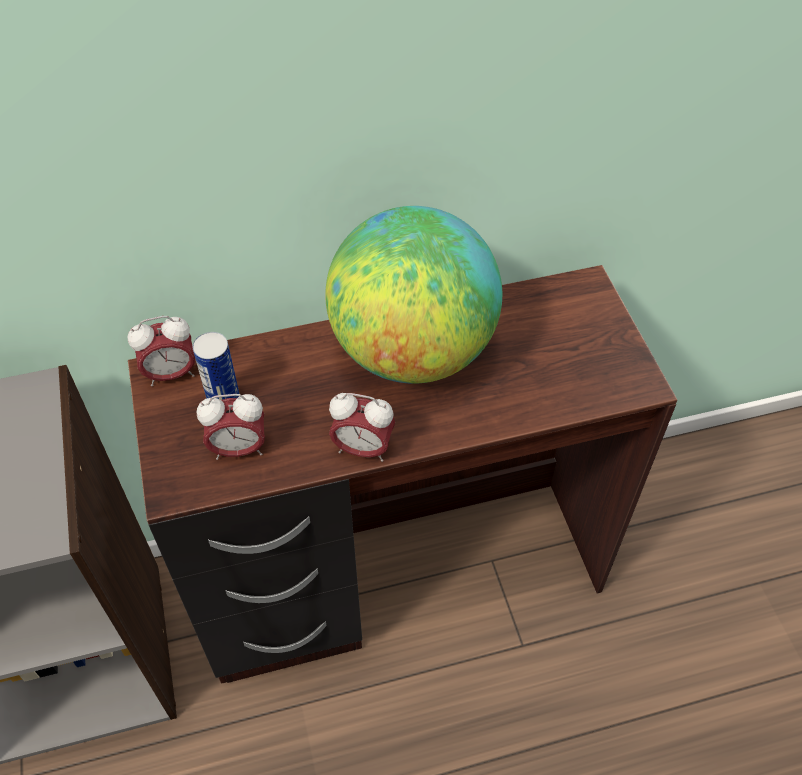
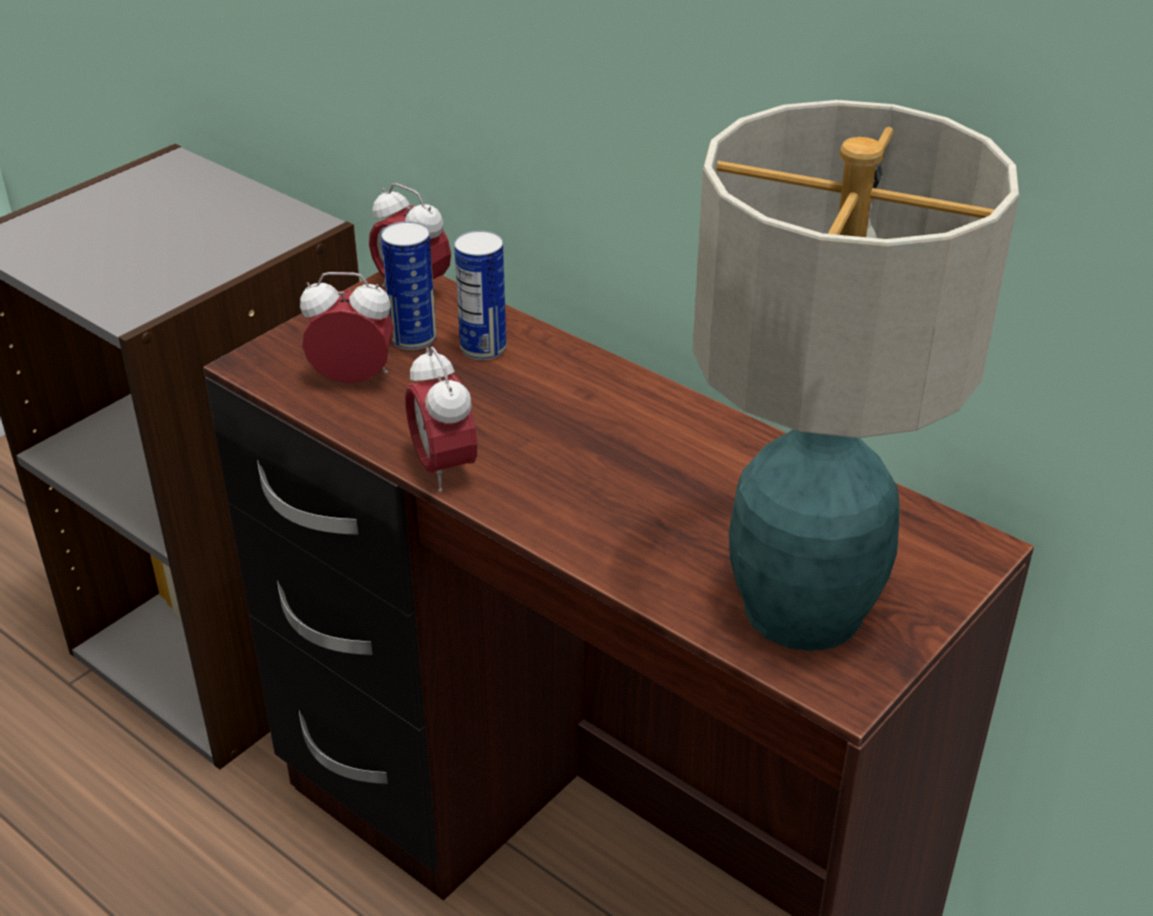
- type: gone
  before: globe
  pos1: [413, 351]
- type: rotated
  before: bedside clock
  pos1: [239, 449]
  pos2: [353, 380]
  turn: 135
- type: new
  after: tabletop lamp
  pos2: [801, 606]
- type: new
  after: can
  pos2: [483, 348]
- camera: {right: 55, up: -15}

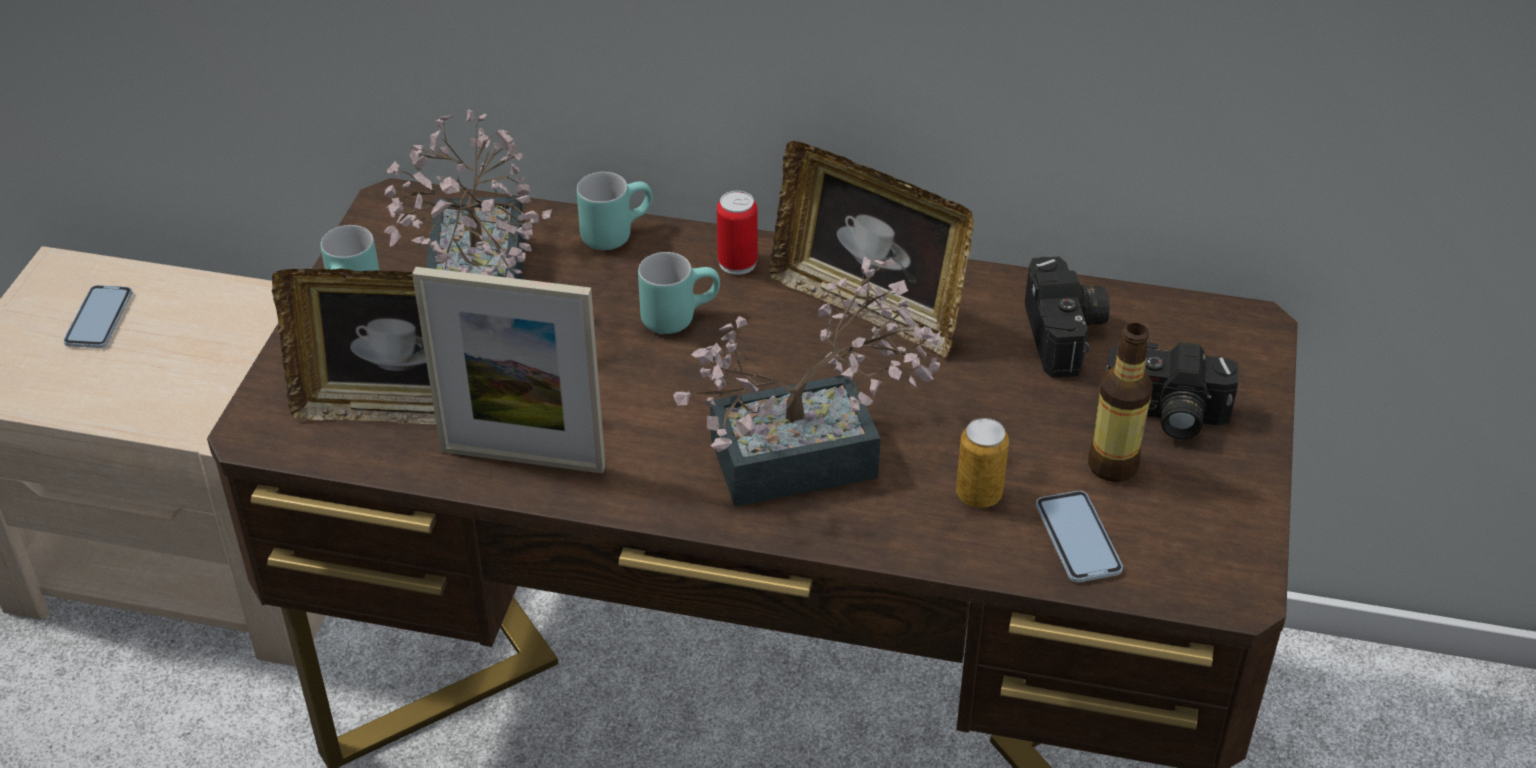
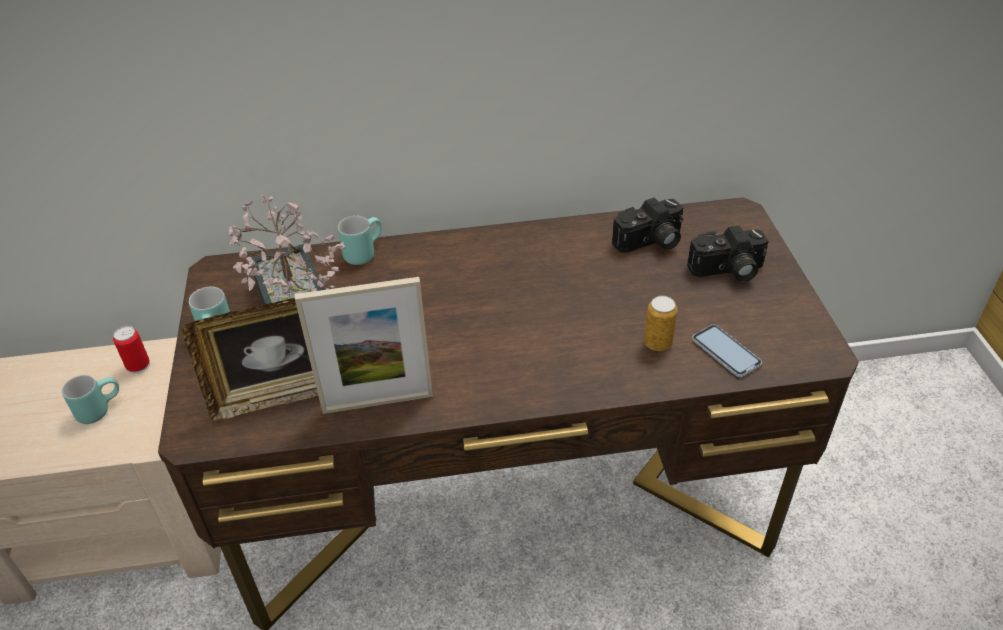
- type: gone
  before: photo frame
  pos1: [868, 306]
- type: shifted
  before: can
  pos1: [737, 262]
  pos2: [138, 366]
- type: shifted
  before: turquoise coffee mug
  pos1: [678, 315]
  pos2: [99, 408]
- type: rotated
  before: photo camera
  pos1: [1067, 335]
  pos2: [650, 242]
  turn: 90
- type: gone
  before: houseplant
  pos1: [814, 456]
- type: gone
  before: phone
  pos1: [99, 318]
- type: gone
  before: drink bottle
  pos1: [1112, 465]
- camera: {right: -20, up: 0}

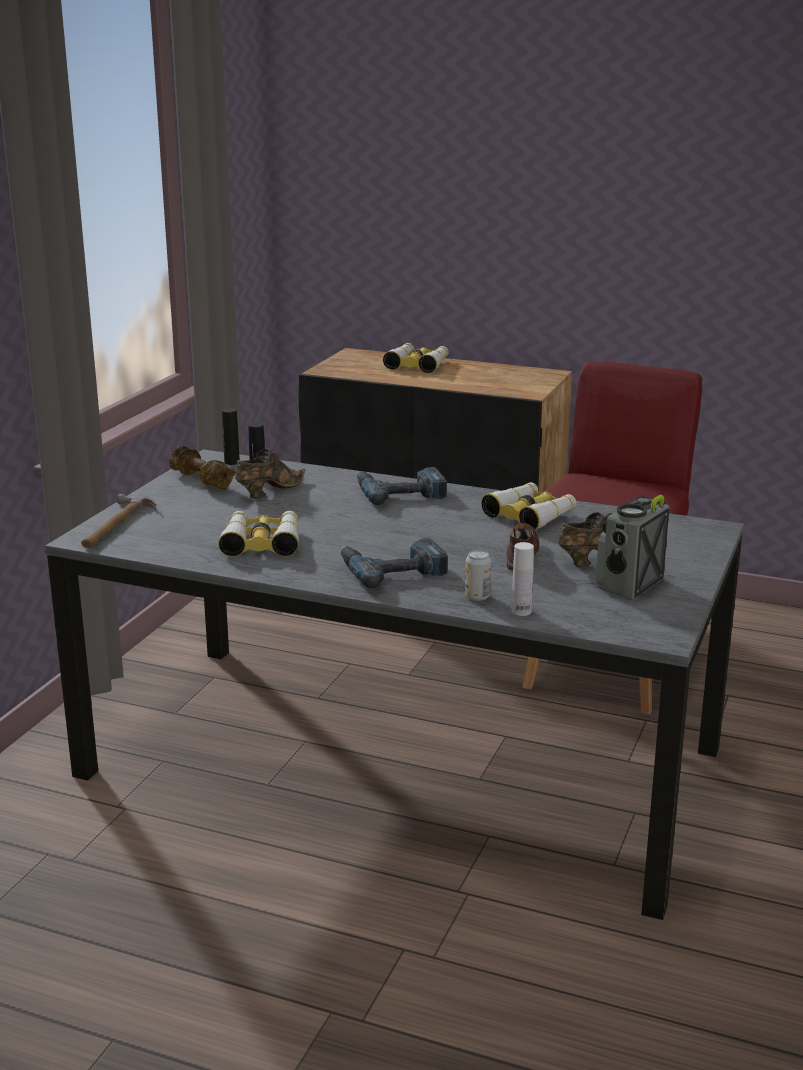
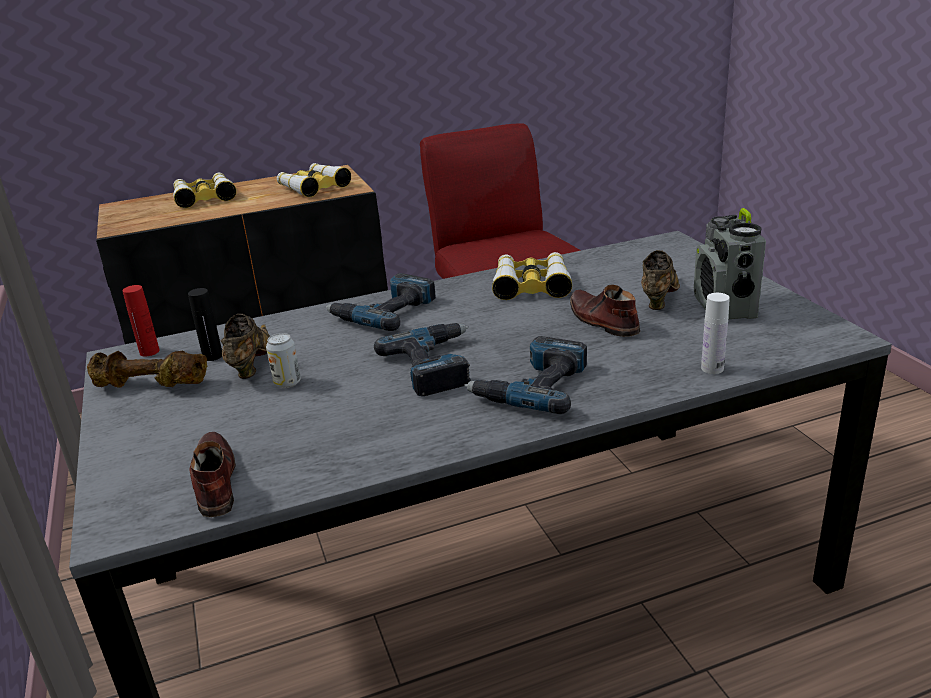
- type: repainted
  before: blackish drink bottle
  after: red-coloured drink bottle
  pos1: [232, 462]
  pos2: [149, 352]
- type: gone
  before: hand hammer
  pos1: [116, 525]
- type: shifted
  before: pair of binoculars
  pos1: [262, 543]
  pos2: [313, 187]
- type: shifted
  before: can
  pos1: [477, 596]
  pos2: [287, 383]
- type: new
  after: electric drill
  pos2: [436, 365]
- type: new
  after: brownish low shoe
  pos2: [214, 482]
- camera: {right: -40, up: 5}

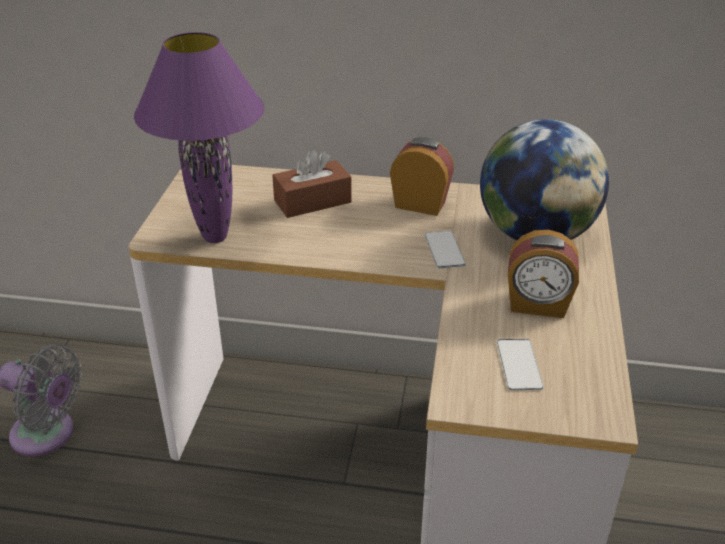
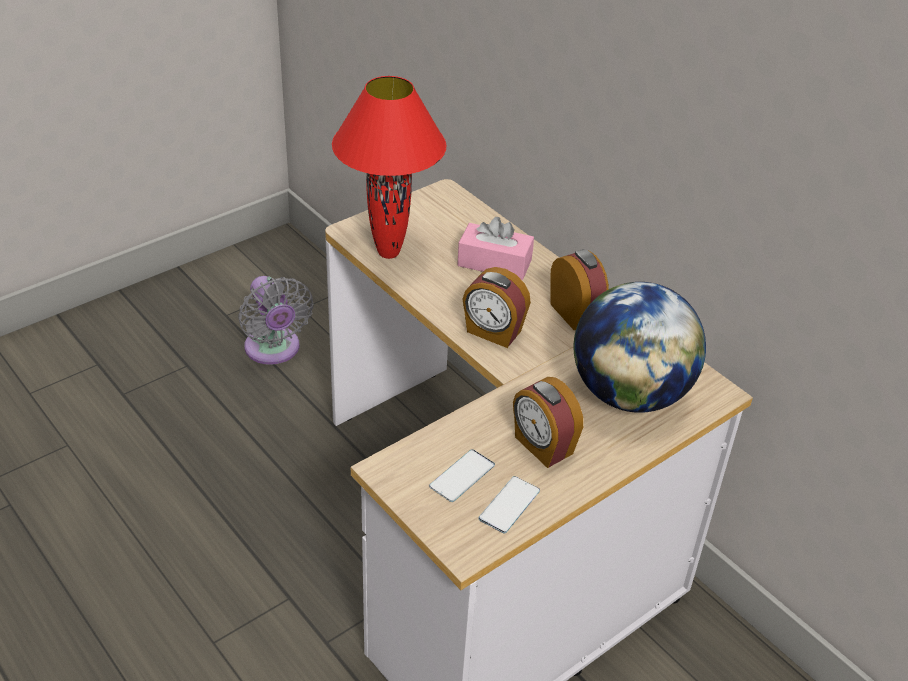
- type: repainted
  before: purple-coloured tabletop lamp
  after: red-coloured tabletop lamp
  pos1: [216, 237]
  pos2: [390, 253]
- type: repainted
  before: brownish tissue box
  after: pink-coloured tissue box
  pos1: [312, 201]
  pos2: [494, 263]
- type: shifted
  before: phone
  pos1: [444, 250]
  pos2: [509, 505]
- type: new
  after: bedside clock
  pos2: [493, 332]
- camera: {right: 40, up: 5}

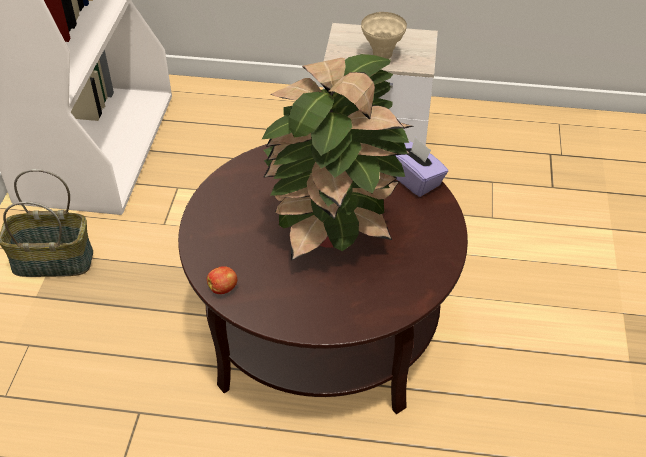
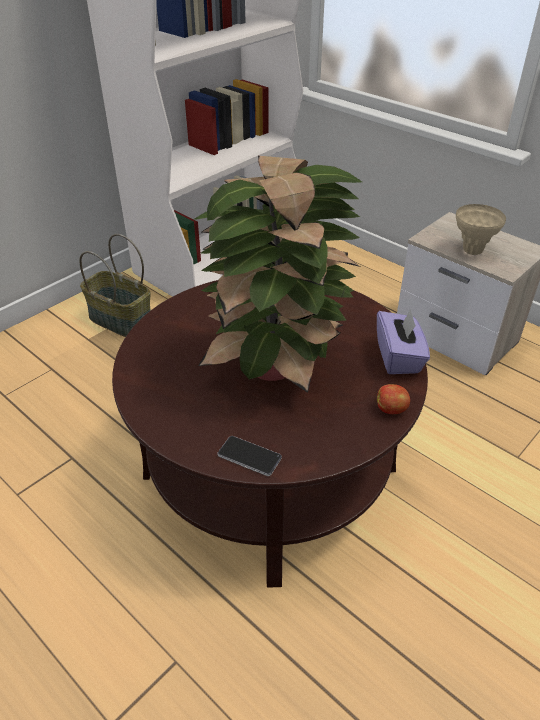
- type: shifted
  before: apple
  pos1: [223, 288]
  pos2: [391, 409]
- type: new
  after: phone
  pos2: [249, 456]
- camera: {right: 35, up: -5}

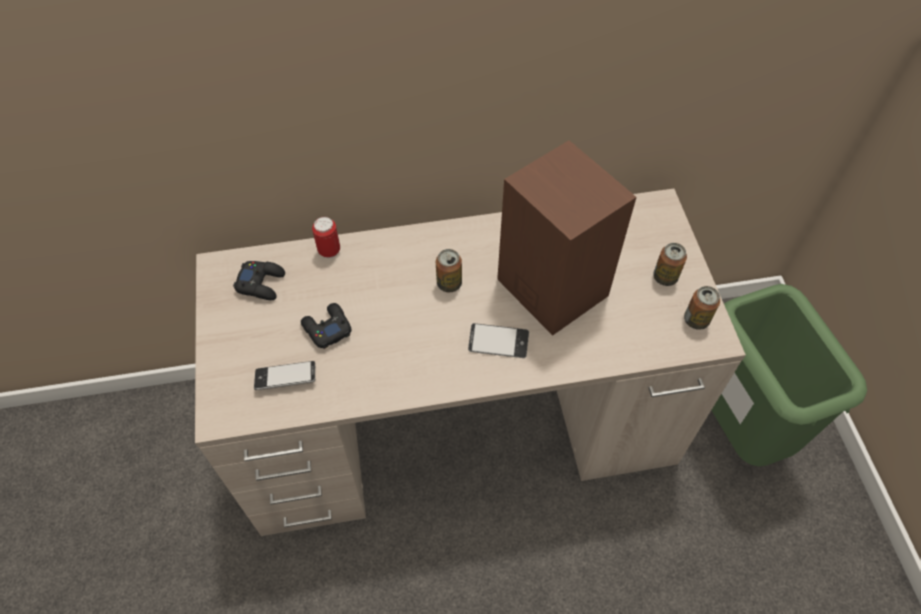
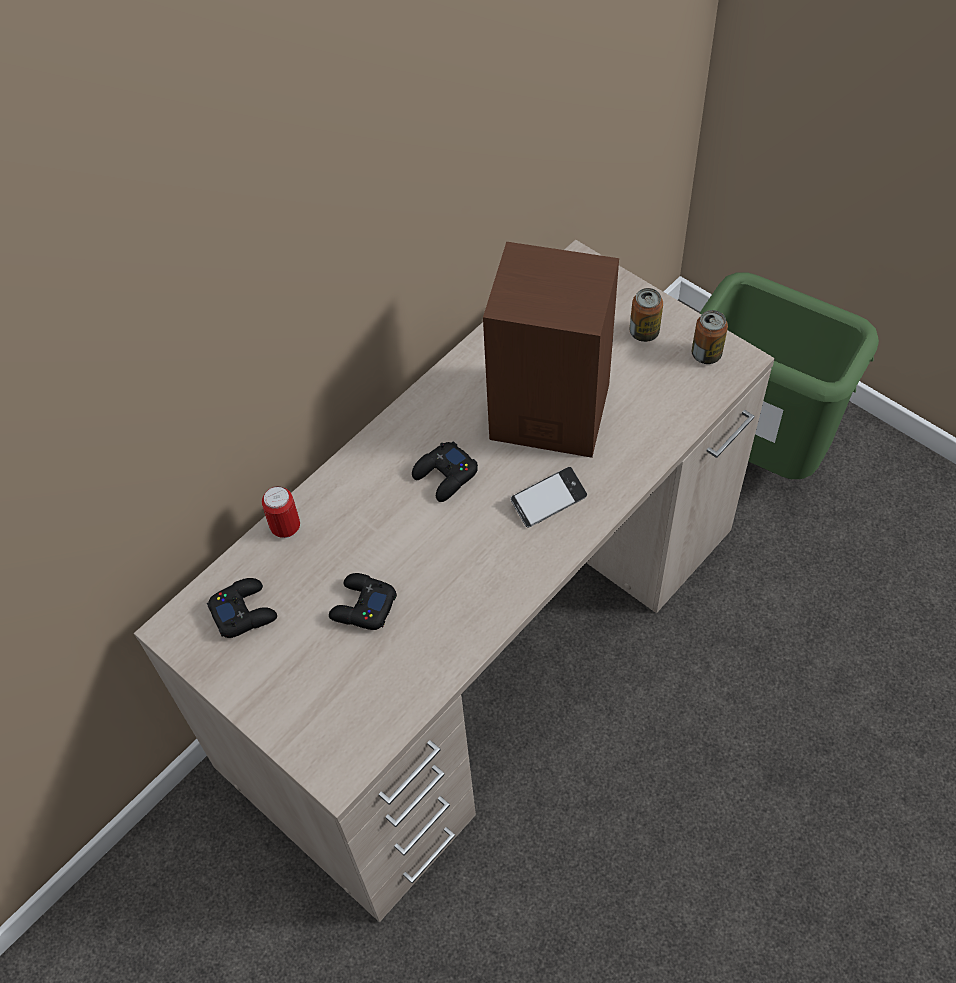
- type: swapped
  before: can
  after: blackish joypad
  pos1: [449, 283]
  pos2: [445, 476]
- type: gone
  before: phone
  pos1: [286, 378]
- camera: {right: -35, up: 0}

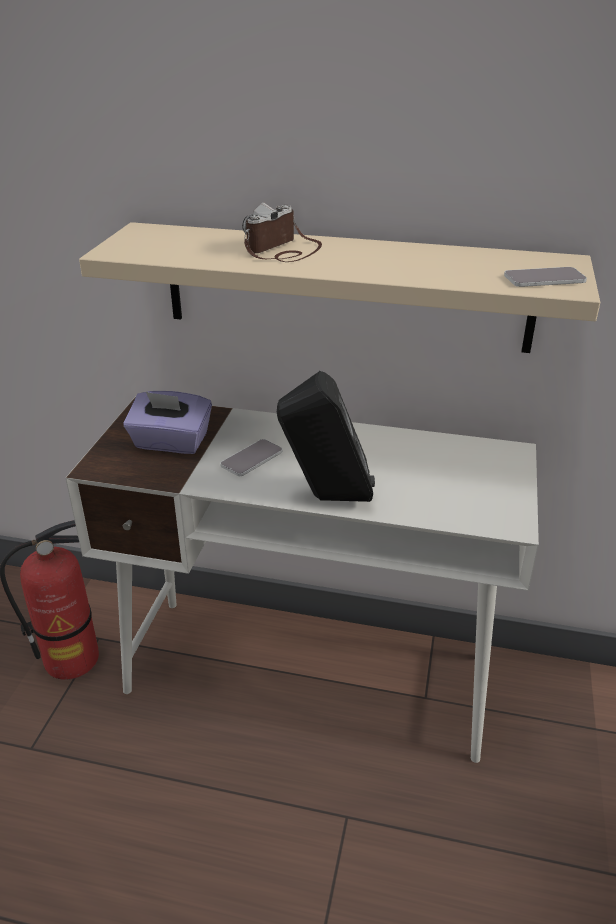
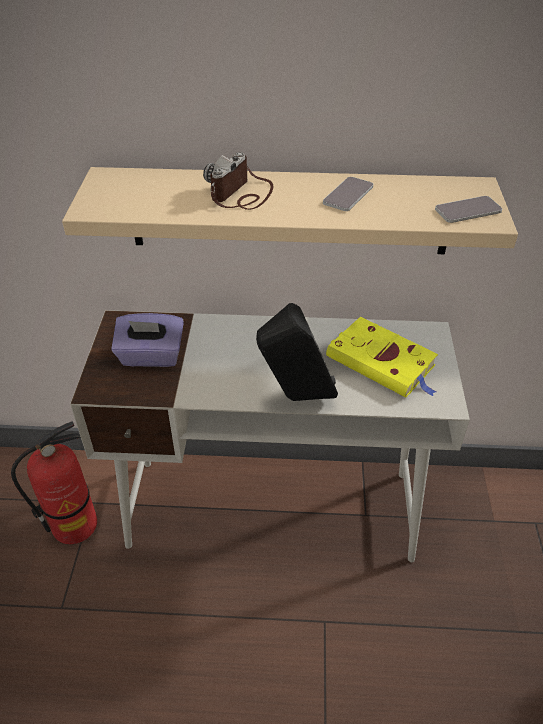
- type: shifted
  before: phone
  pos1: [252, 459]
  pos2: [348, 195]
- type: new
  after: yellow book
  pos2: [383, 363]
- camera: {right: -10, up: 10}

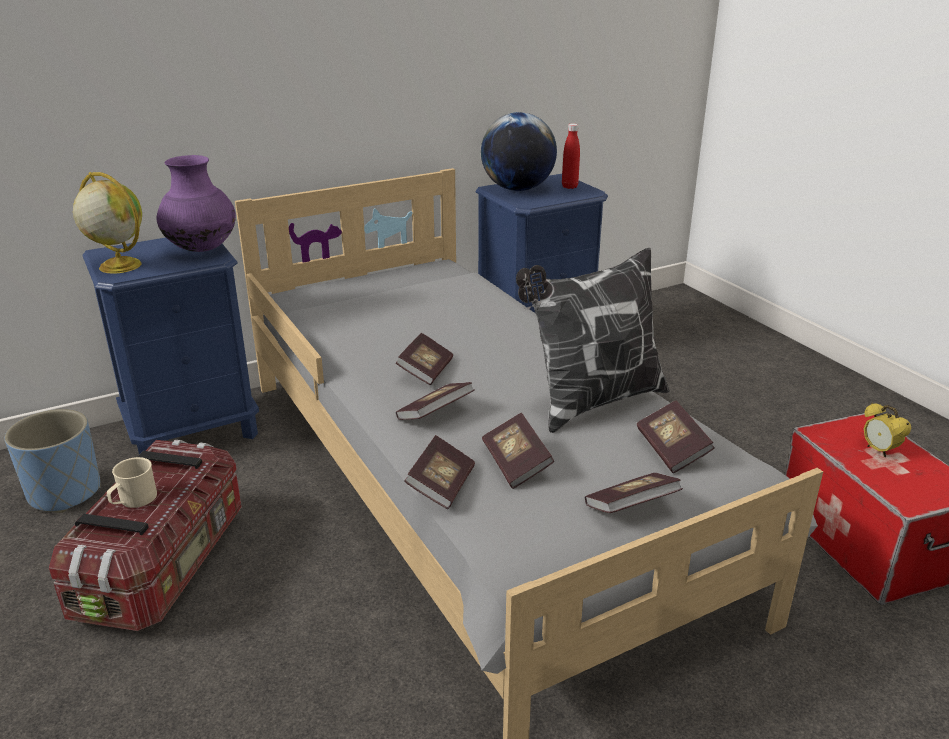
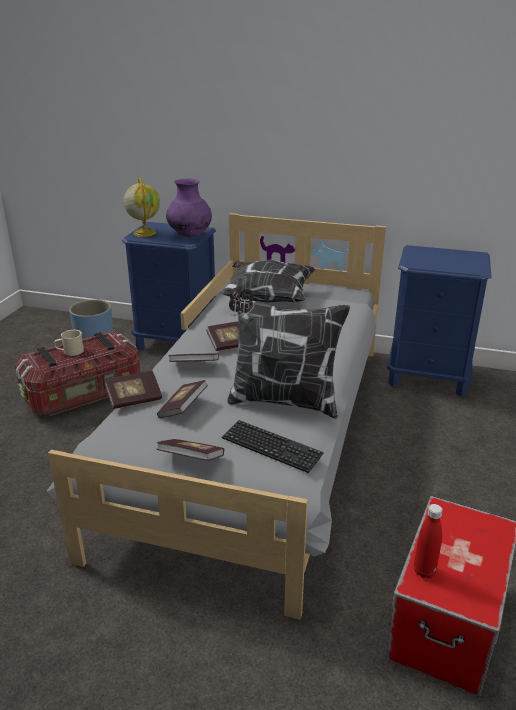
- type: gone
  before: globe
  pos1: [517, 189]
- type: shifted
  before: red-coloured drink bottle
  pos1: [569, 186]
  pos2: [424, 571]
- type: swapped
  before: book
  after: keyboard
  pos1: [672, 450]
  pos2: [271, 447]
- type: gone
  before: bedside clock
  pos1: [879, 451]
- type: new
  after: pillow
  pos2: [267, 298]
- camera: {right: 45, up: 0}

